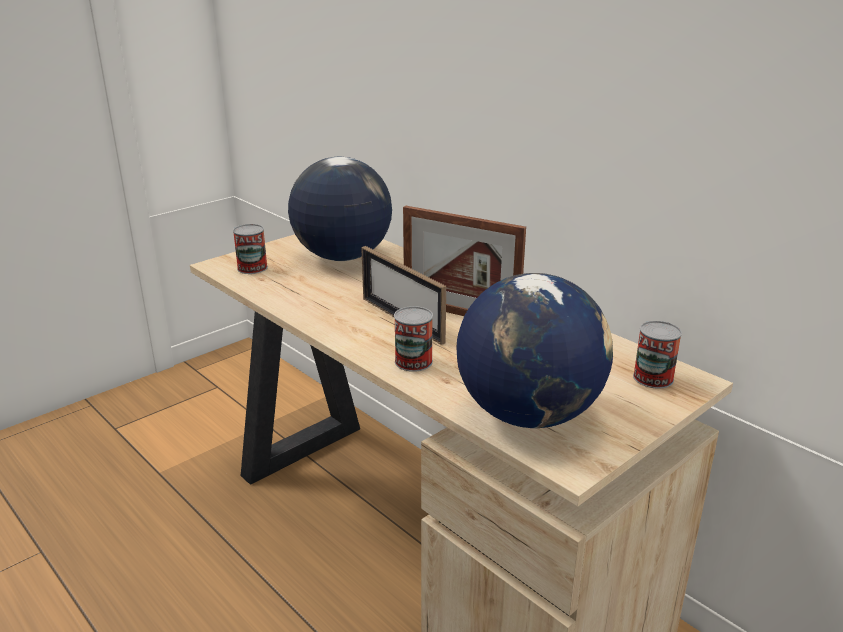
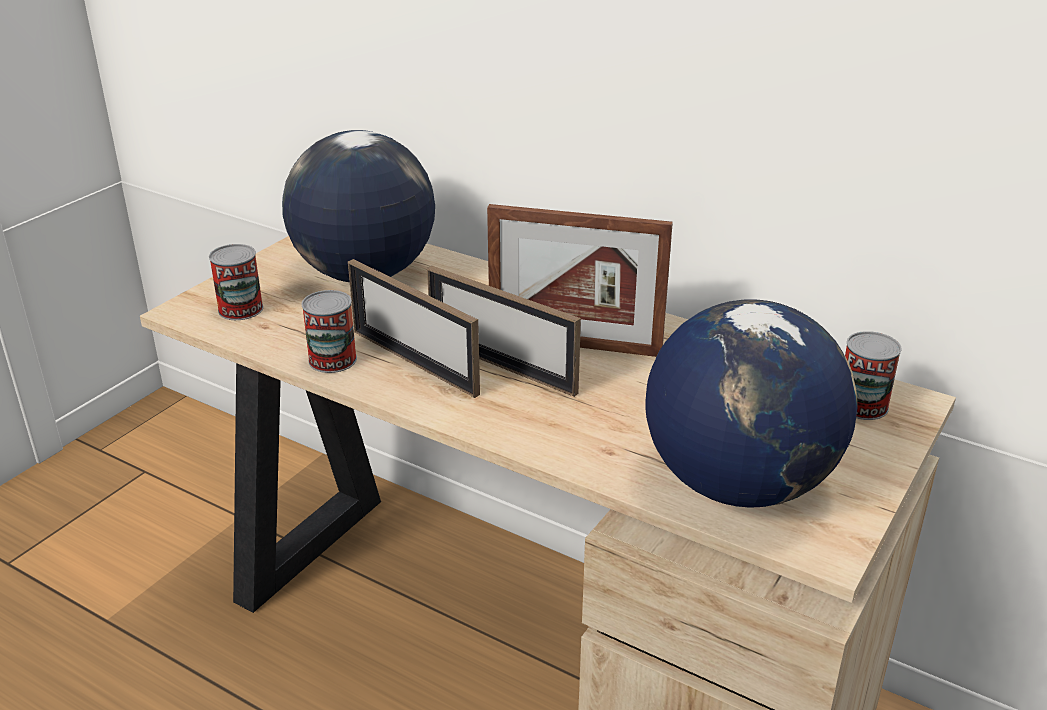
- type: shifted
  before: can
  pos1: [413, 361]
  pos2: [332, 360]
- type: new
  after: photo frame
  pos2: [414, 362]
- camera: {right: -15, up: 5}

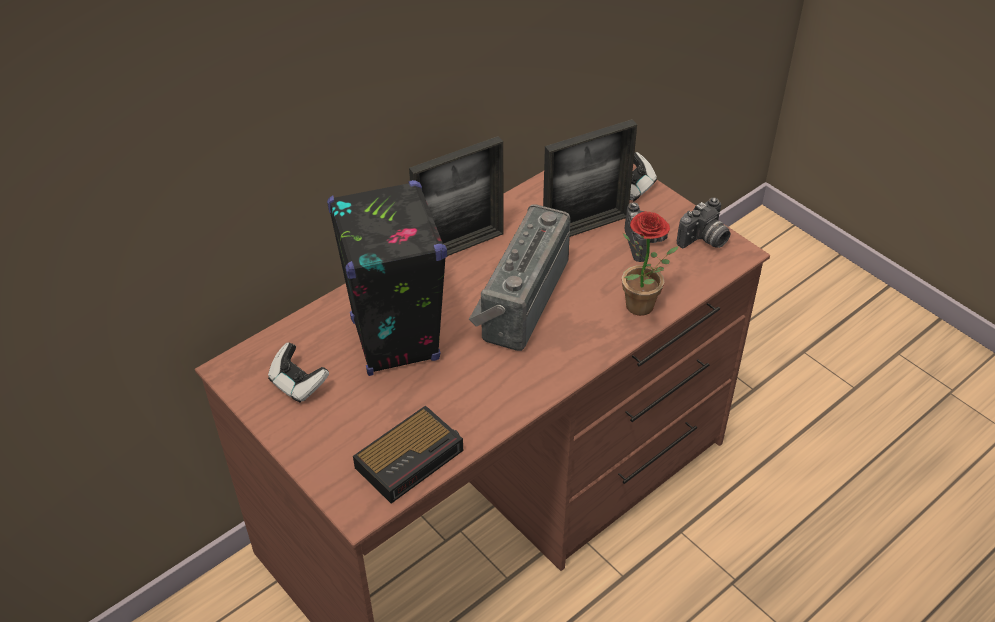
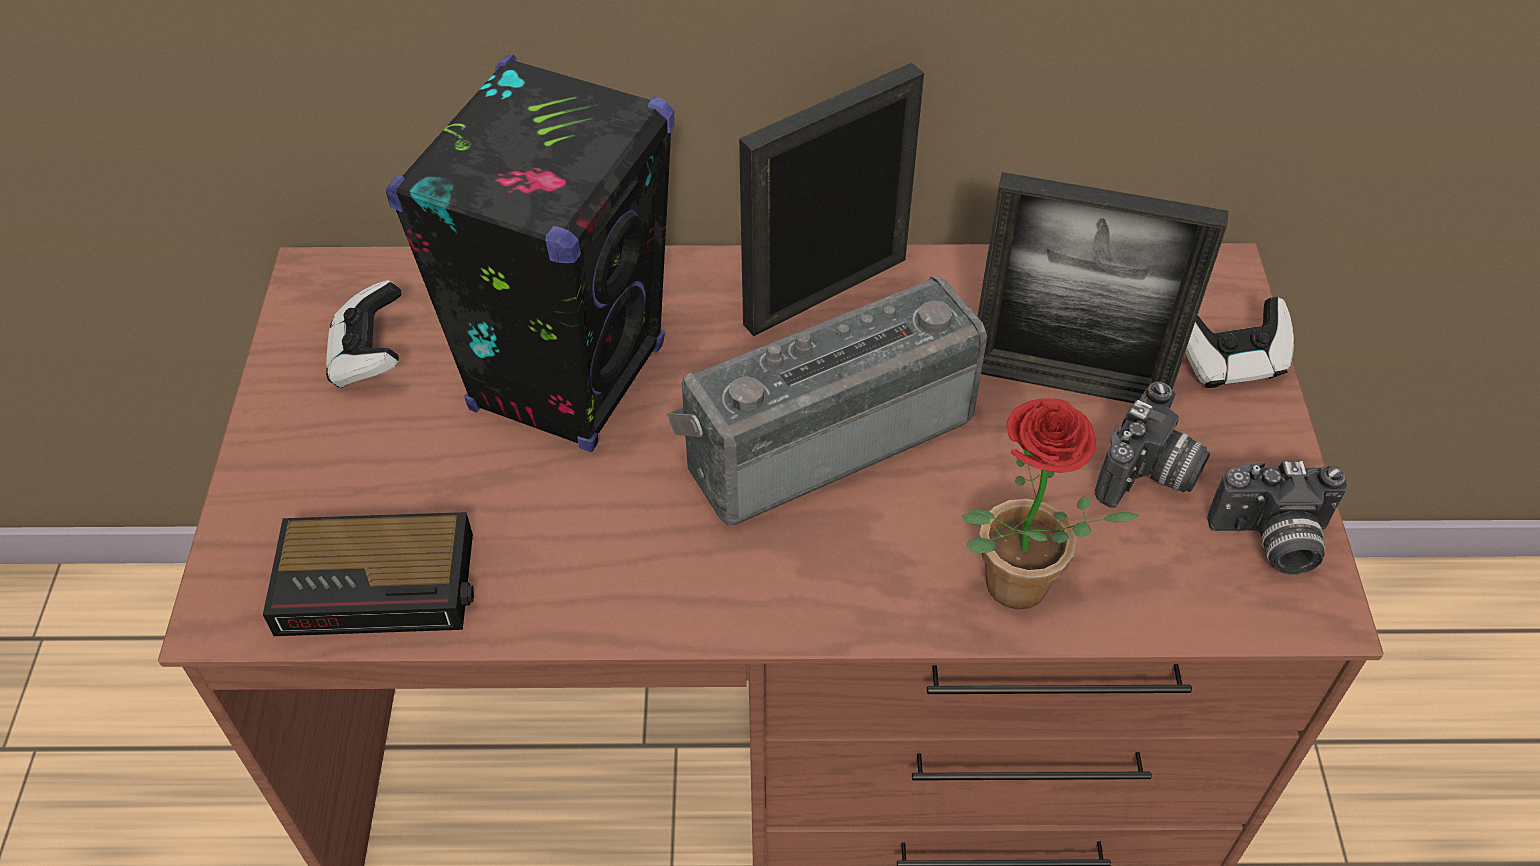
- type: rotated
  before: photo frame
  pos1: [460, 247]
  pos2: [825, 291]
  turn: 135
- camera: {right: 40, up: 5}

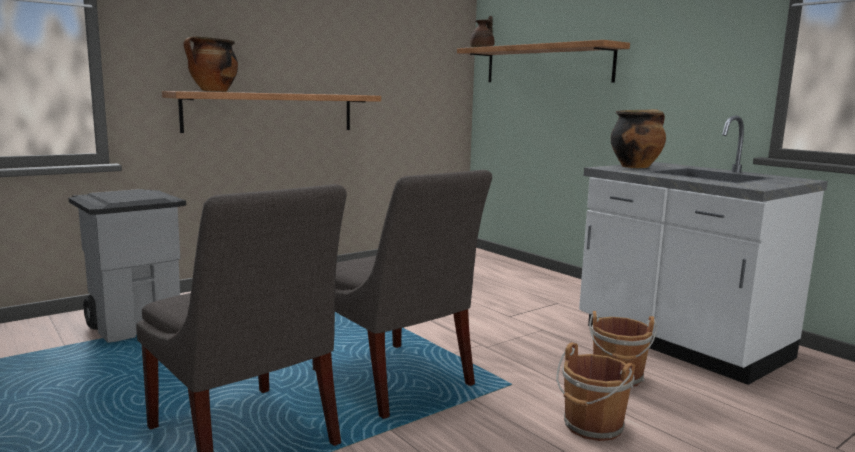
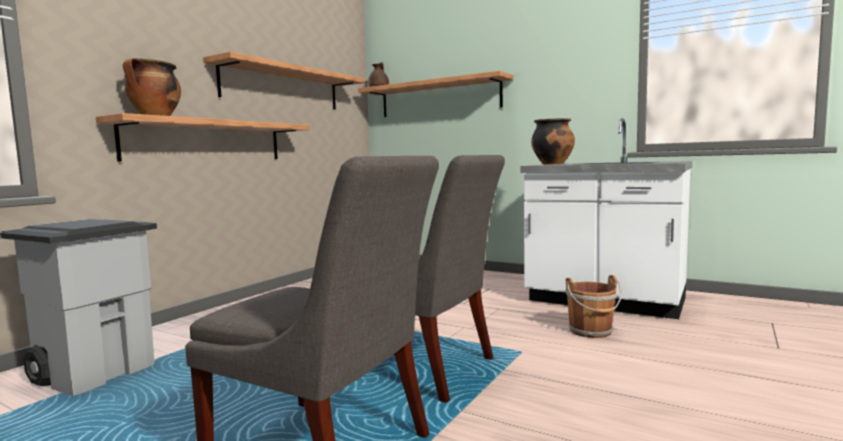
- type: gone
  before: brownish pail
  pos1: [592, 427]
- type: new
  after: wall shelf
  pos2: [283, 87]
- camera: {right: -20, up: -5}

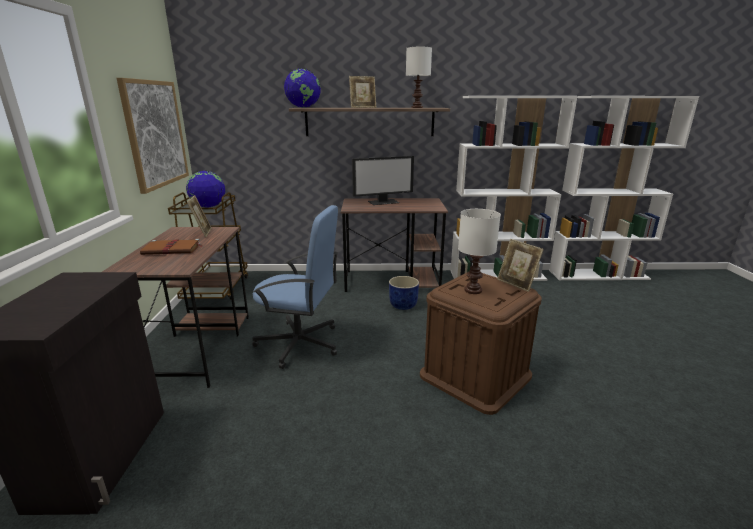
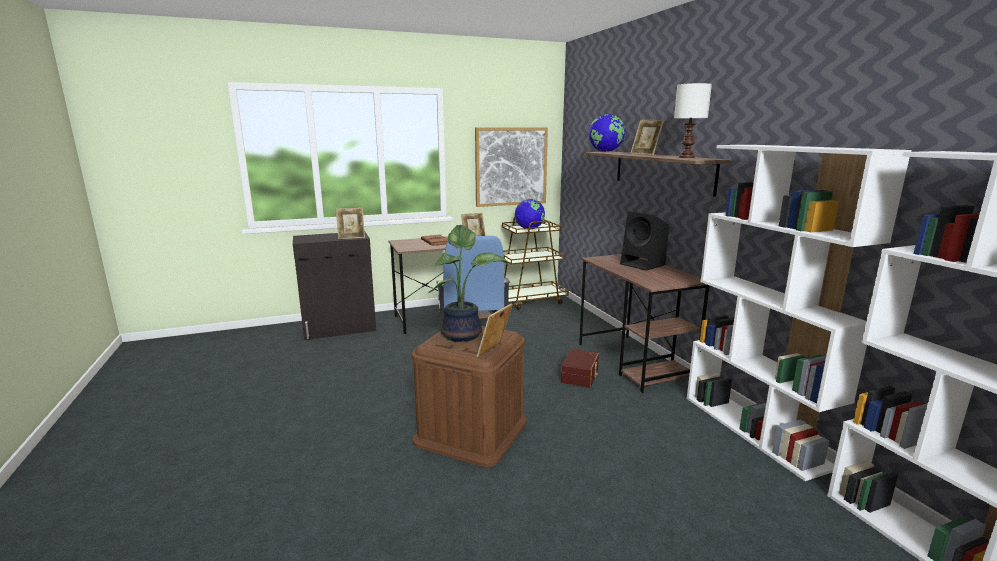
- type: swapped
  before: computer display
  after: blackish speaker
  pos1: [383, 202]
  pos2: [643, 265]
- type: swapped
  before: white-coloured tabletop lamp
  after: houseplant
  pos1: [472, 290]
  pos2: [463, 334]
- type: swapped
  before: blue planter
  after: brownish storage container
  pos1: [402, 305]
  pos2: [581, 376]
- type: new
  after: photo frame
  pos2: [351, 237]
- camera: {right: 70, up: -5}

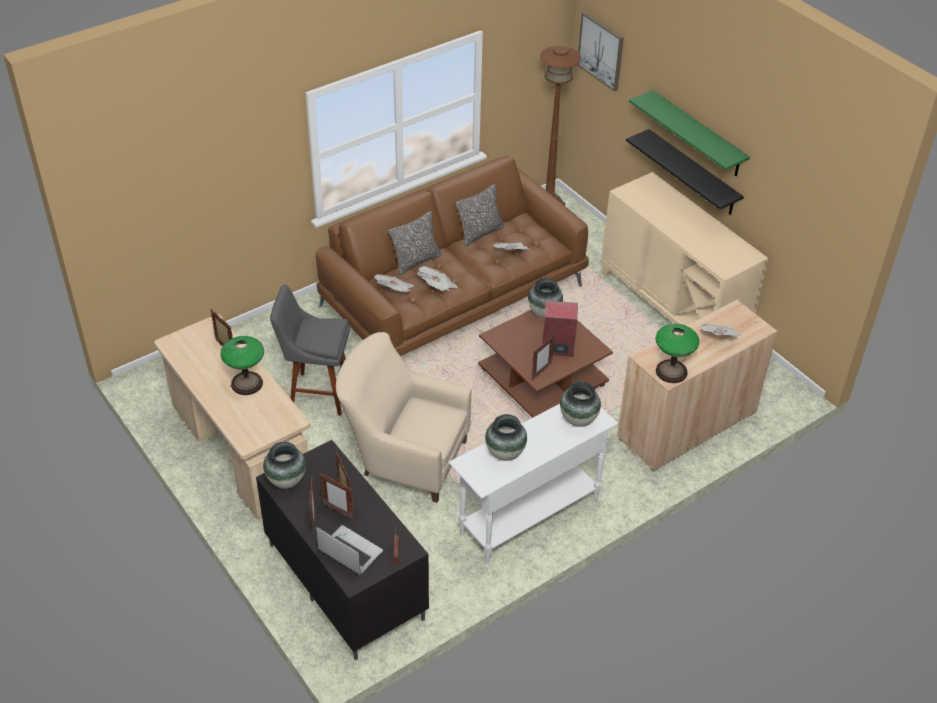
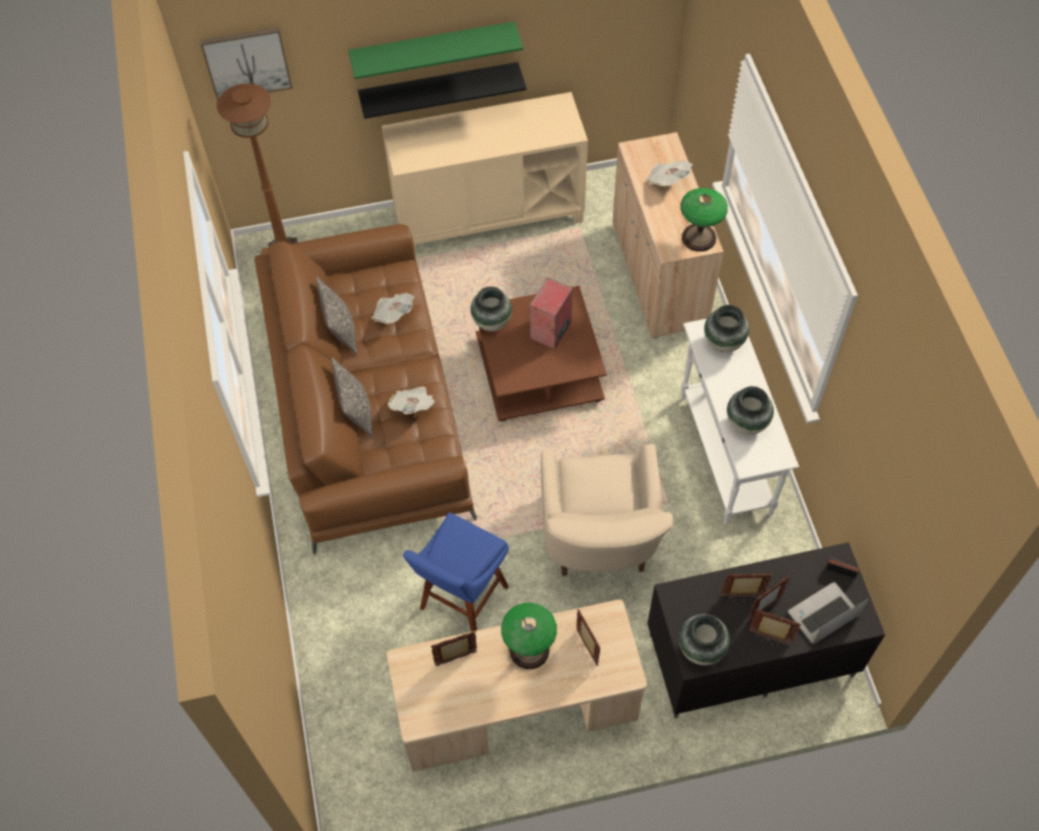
- type: gone
  before: printed paper
  pos1: [395, 291]
- type: repainted
  before: greyish sitting stool
  after: blue sitting stool
  pos1: [316, 393]
  pos2: [461, 601]
- type: rotated
  before: sand-coloured lounge chair
  pos1: [404, 457]
  pos2: [600, 542]
  turn: -45
- type: shifted
  before: photo frame
  pos1: [541, 372]
  pos2: [586, 648]
- camera: {right: -65, up: 15}

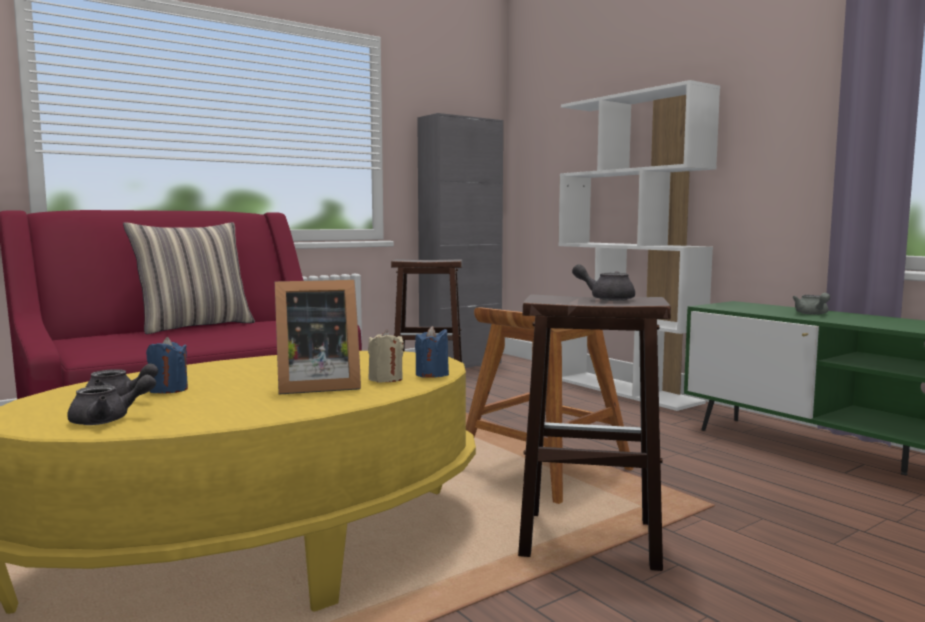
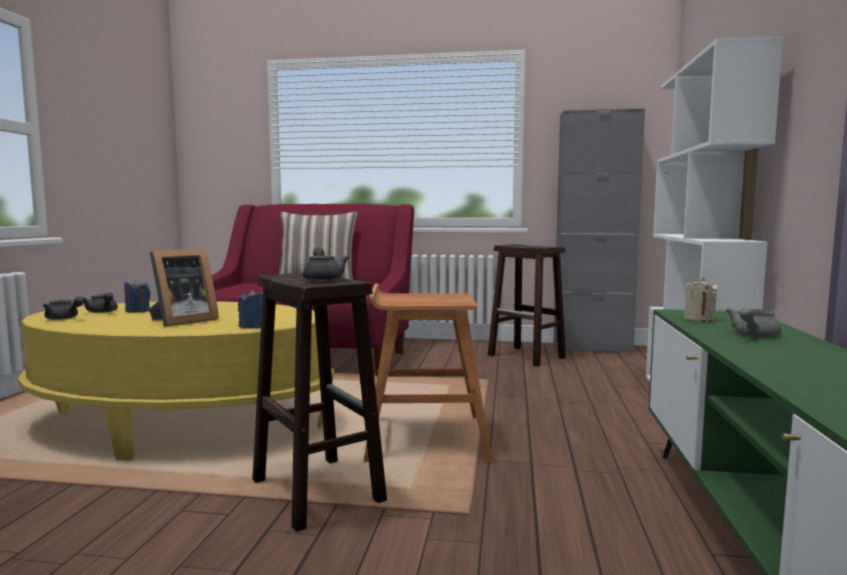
- type: rotated
  before: photo frame
  pos1: [314, 386]
  pos2: [181, 321]
  turn: -75
- type: shifted
  before: sand-coloured candle
  pos1: [385, 379]
  pos2: [699, 319]
- camera: {right: 45, up: 0}

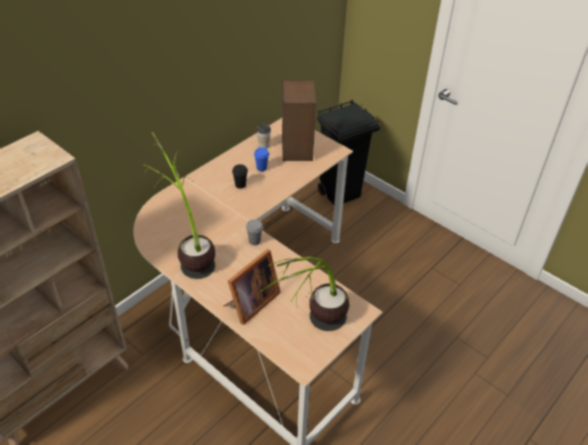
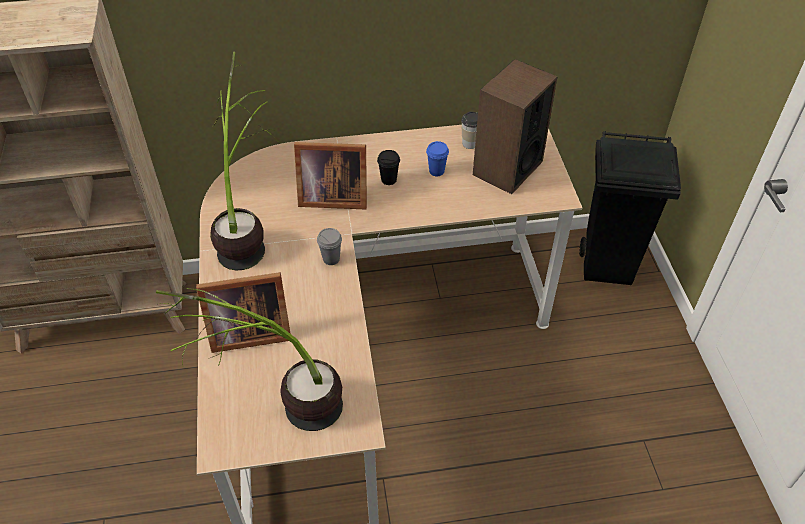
- type: new
  after: photo frame
  pos2: [331, 196]
- camera: {right: 40, up: 5}

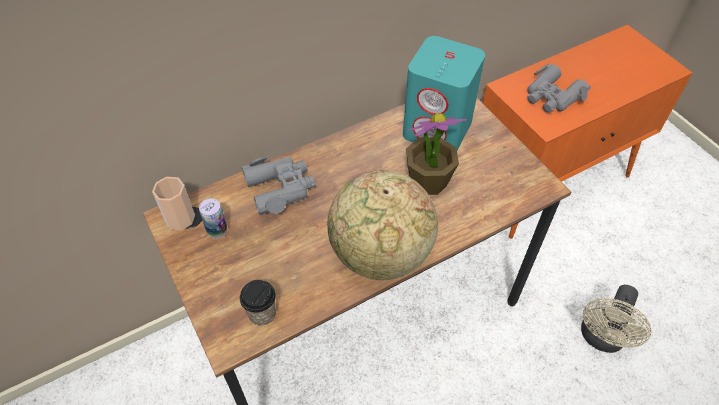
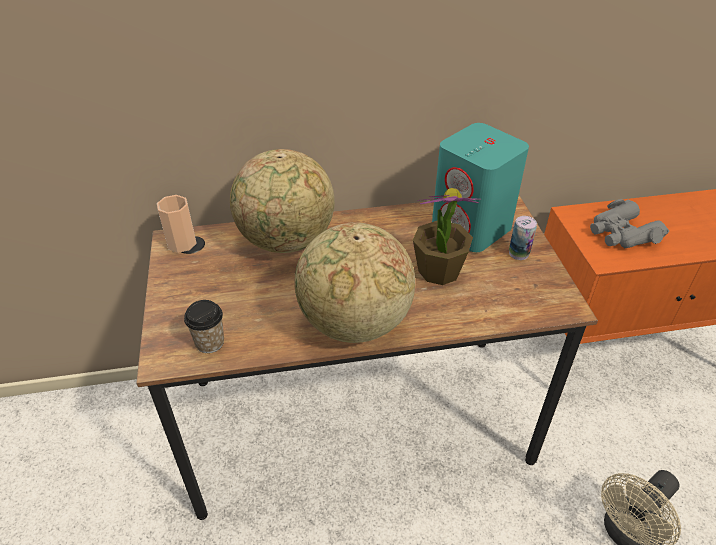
- type: swapped
  before: greyish pair of binoculars
  after: globe
  pos1: [280, 188]
  pos2: [287, 241]
- type: shifted
  before: can
  pos1: [217, 230]
  pos2: [518, 253]
- camera: {right: 20, up: -10}

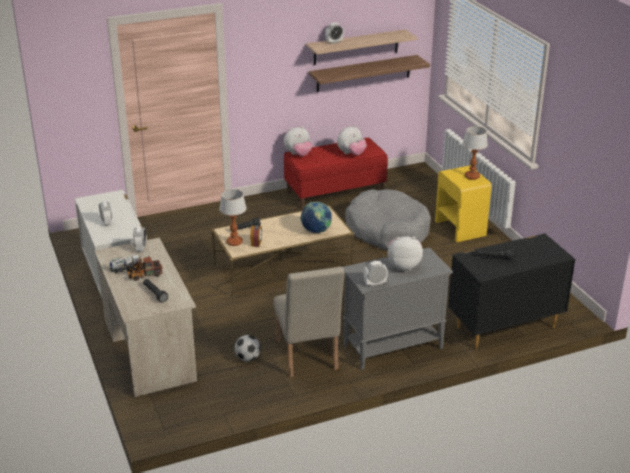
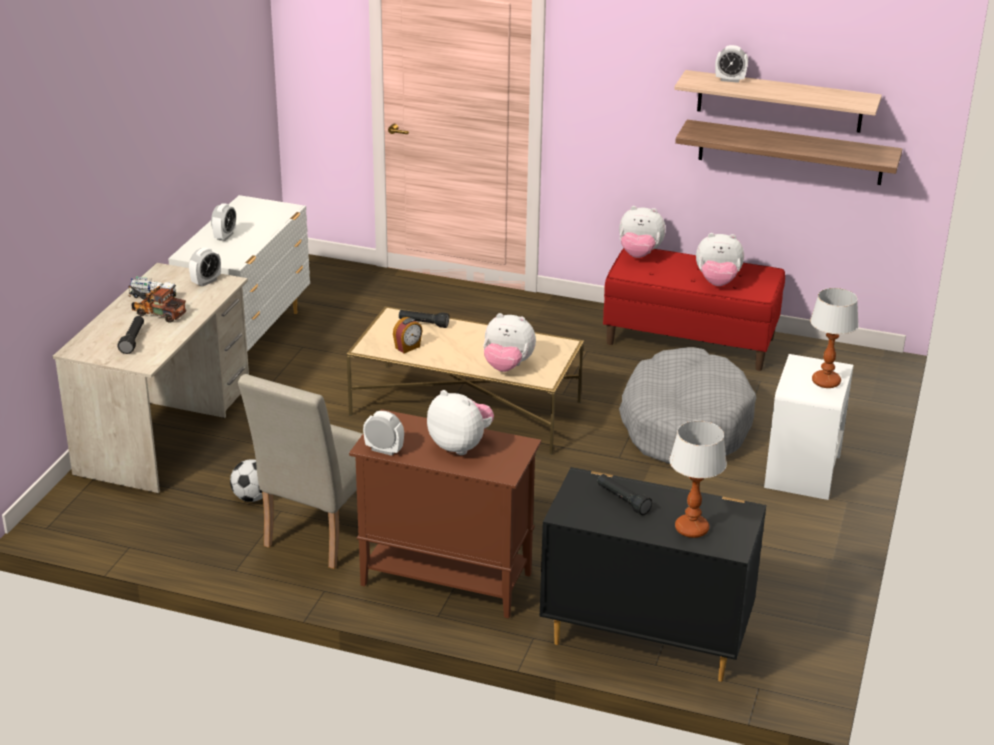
- type: repainted
  before: yellow night table
  after: white-coloured night table
  pos1: [460, 228]
  pos2: [802, 471]
- type: shifted
  before: tabletop lamp
  pos1: [234, 242]
  pos2: [692, 529]
- type: swapped
  before: globe
  after: soft toy
  pos1: [316, 231]
  pos2: [507, 366]
- type: repainted
  before: greyish storage cabinet
  after: brownish storage cabinet
  pos1: [392, 347]
  pos2: [444, 579]
- camera: {right: 40, up: 0}

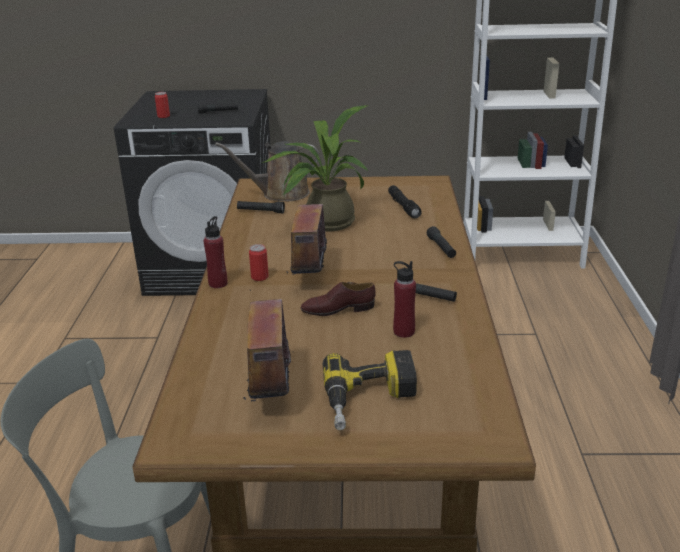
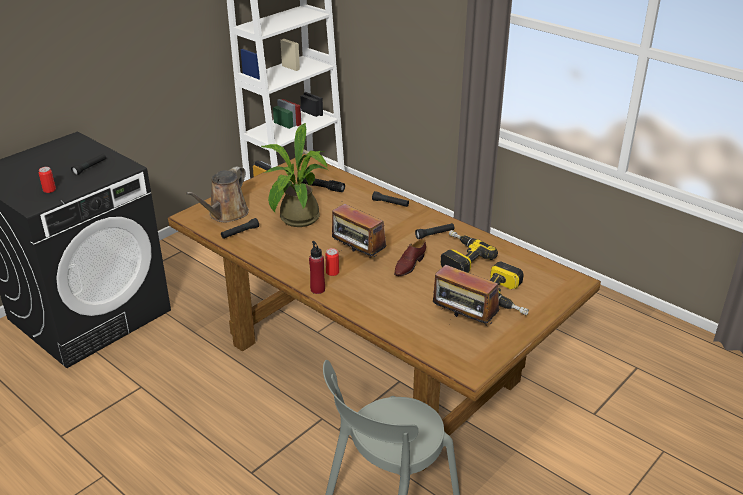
- type: swapped
  before: red-coloured drink bottle
  after: electric drill
  pos1: [403, 331]
  pos2: [459, 258]
- camera: {right: -50, up: 5}

